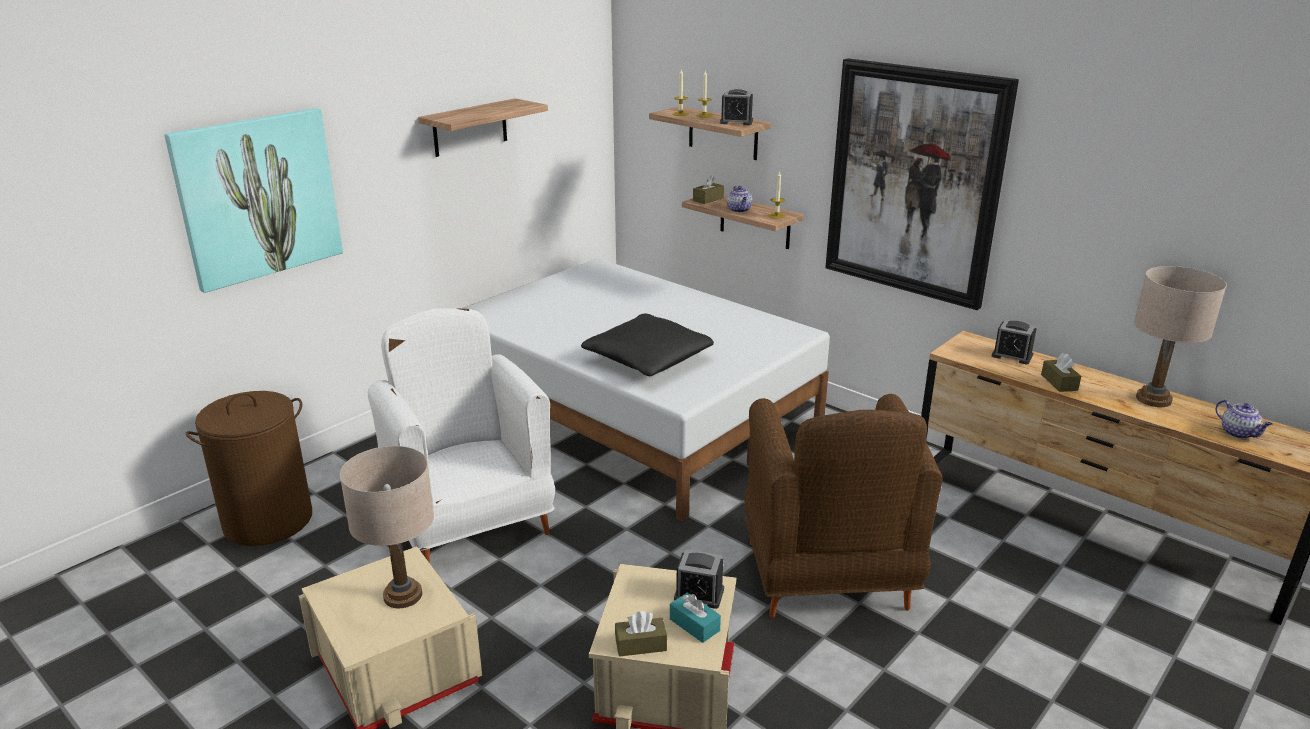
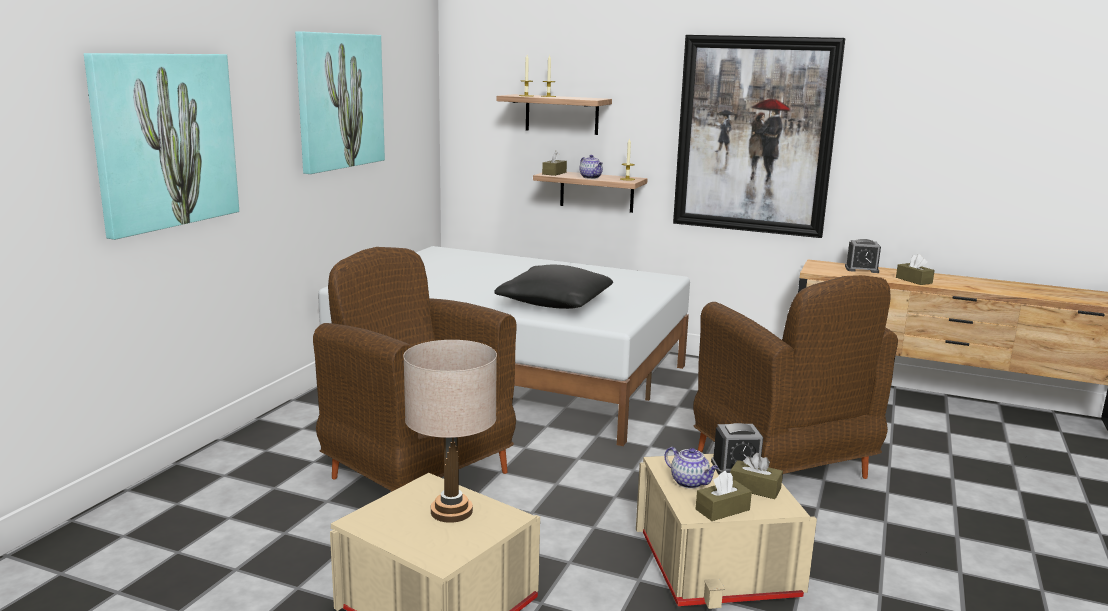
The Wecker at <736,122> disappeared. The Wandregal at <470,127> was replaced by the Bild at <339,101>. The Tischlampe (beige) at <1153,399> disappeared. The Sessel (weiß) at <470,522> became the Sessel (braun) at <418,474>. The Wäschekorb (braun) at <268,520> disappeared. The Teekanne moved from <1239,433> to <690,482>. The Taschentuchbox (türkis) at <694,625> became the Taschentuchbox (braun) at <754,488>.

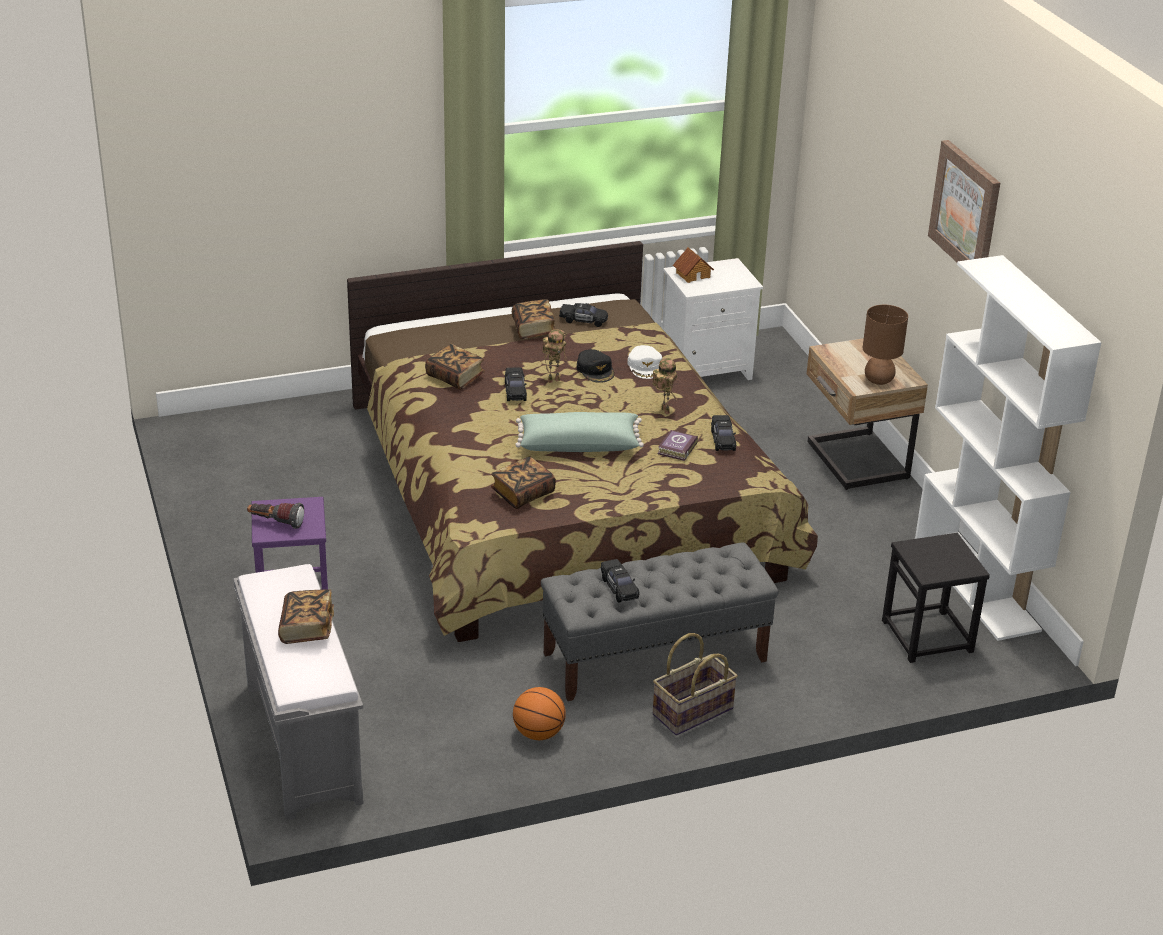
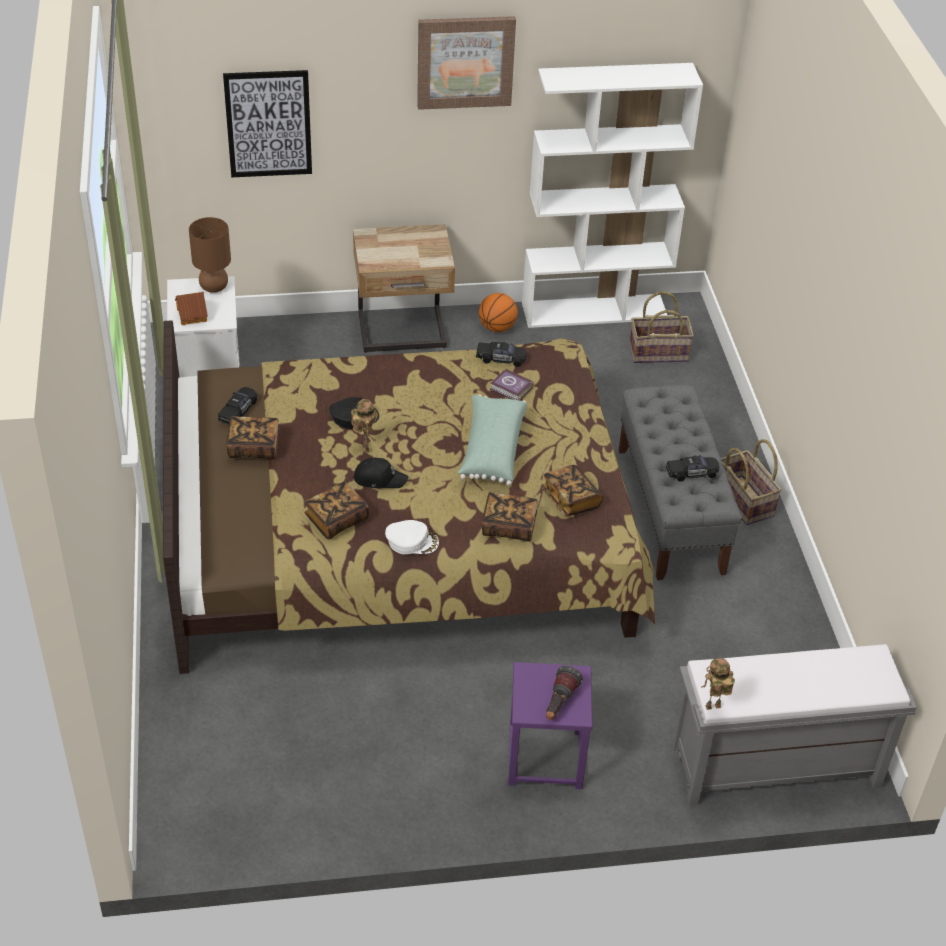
The Tischlampe (braun) moved from <878,380> to <213,287>. The Kappe (weiß) moved from <645,366> to <412,541>. The Spielzeugroboter moved from <663,410> to <712,708>. The Spielzeugauto (schwarz) at <515,391> was replaced by the Kappe (schwarz) at <379,478>. The Hocker (schwarz) at <928,636> was replaced by the Korb at <658,352>. The Buch moved from <307,628> to <509,526>. The Basketball moved from <538,733> to <497,328>. The Bild at <268,124> appeared.

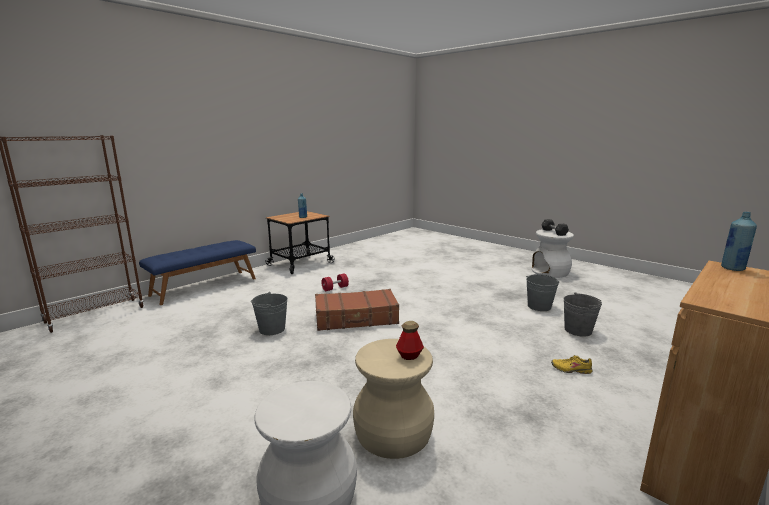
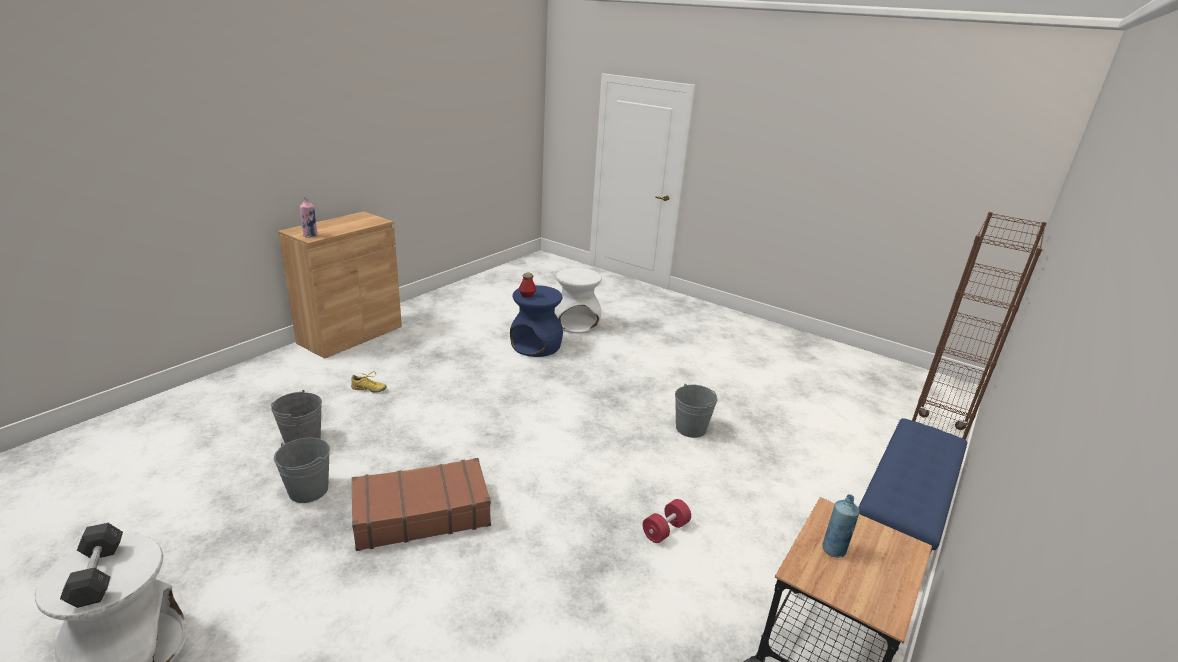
The Flasche (blau) at <732,268> became the Flasche (rosa) at <310,236>. The Koffer (braun) moved from <356,318> to <421,514>. The Hocker (beige) at <392,433> became the Hocker (blau) at <536,346>.

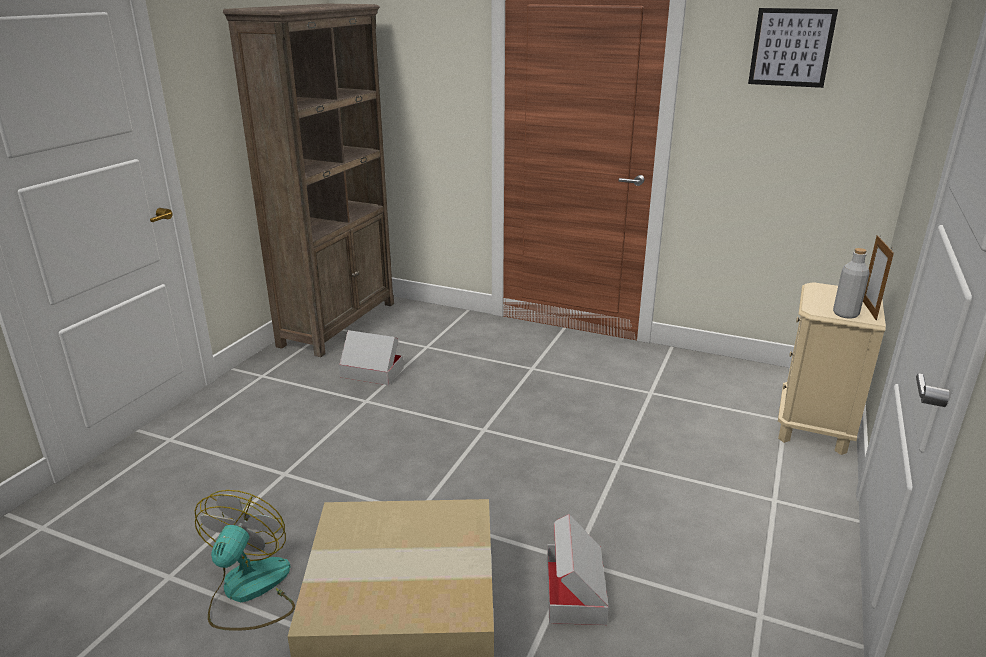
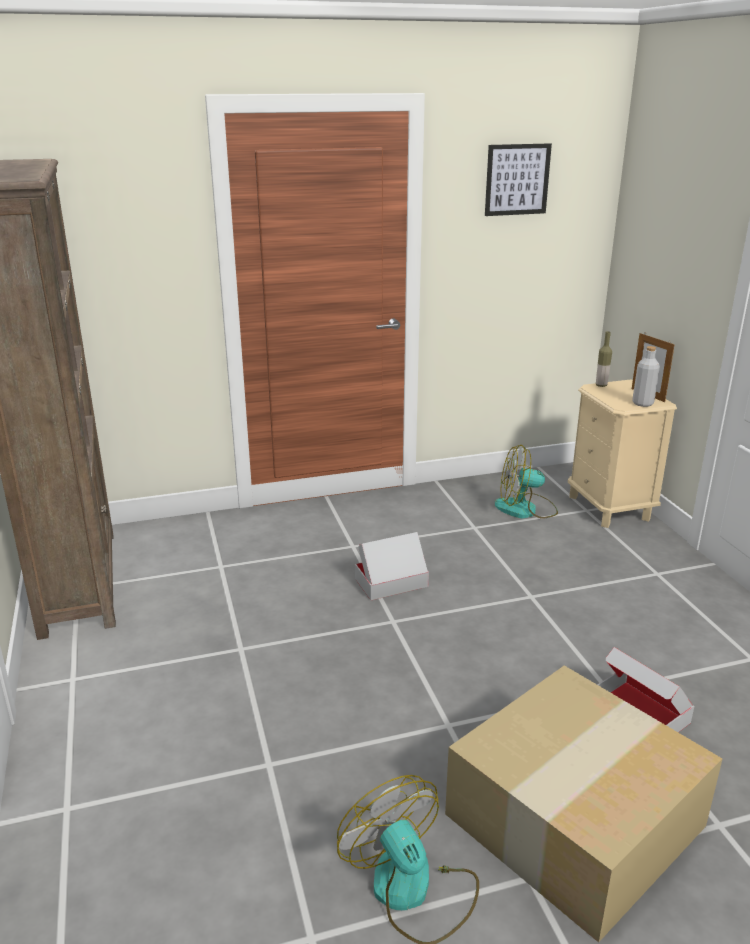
The Karton moved from <371,372> to <391,582>. The Flasche at <601,385> appeared. The Ventilator at <525,509> appeared.

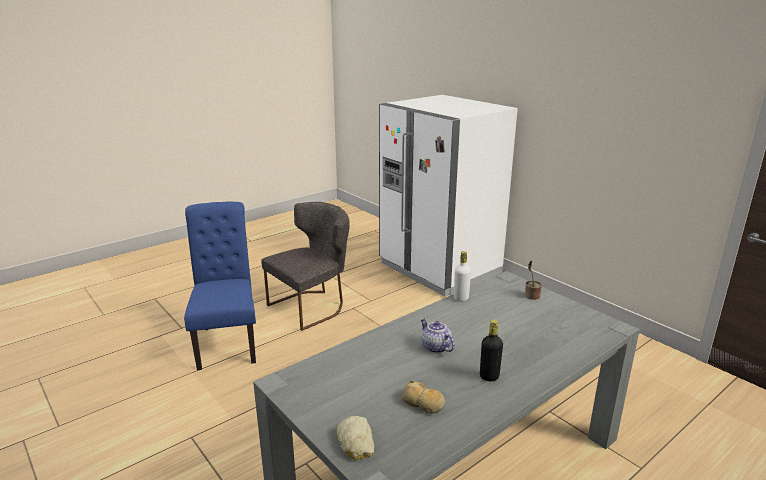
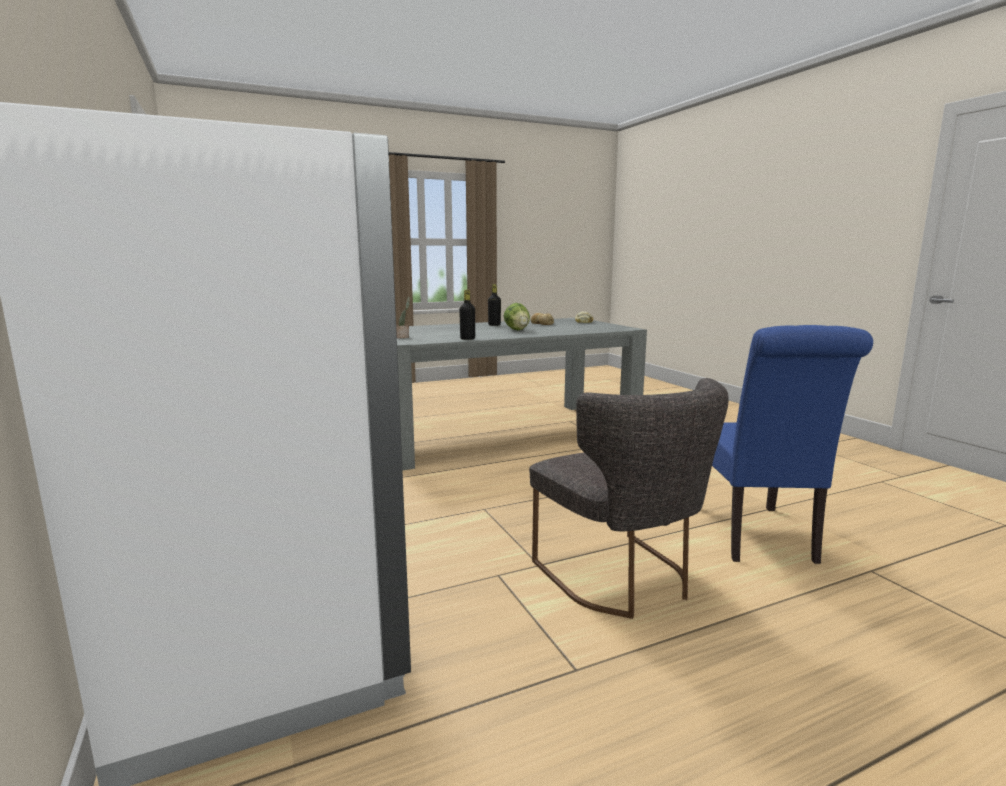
The Stuhl (grau) at <312,306> turned 90 degrees counterclockwise. The Flasche (weiß) at <461,298> became the Flasche (schwarz) at <467,339>. The Teekanne at <435,347> was replaced by the Salatkopf at <517,330>.

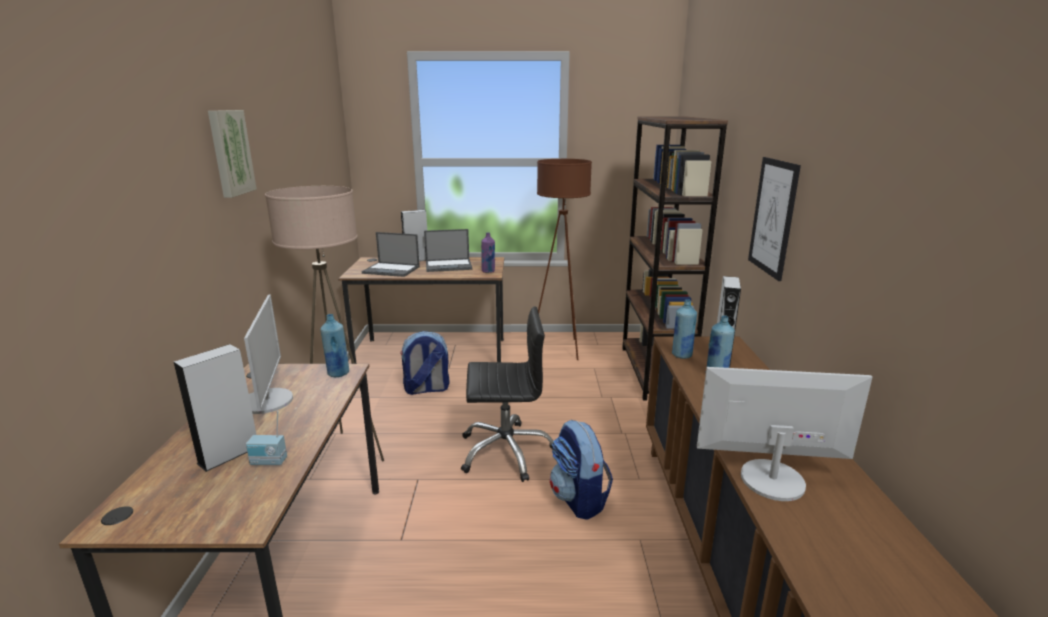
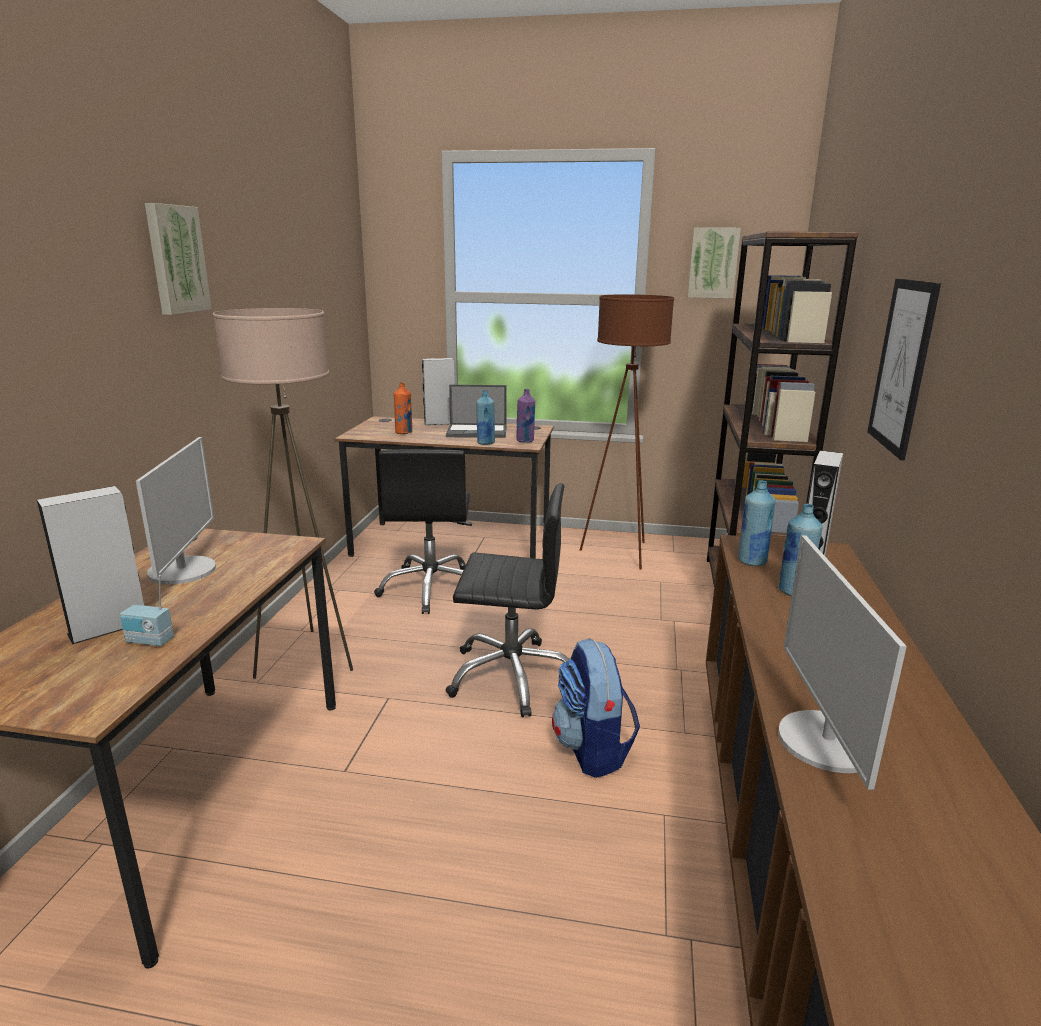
The Laptop at <392,270> was replaced by the Flasche (orange) at <404,432>. The Flasche (blau) moved from <338,373> to <485,443>. The Rucksack at <426,389> was replaced by the Bürostuhl (schwarz) at <431,588>. The Monitor at <771,479> turned 105 degrees counterclockwise. The Bild at <713,263> appeared.

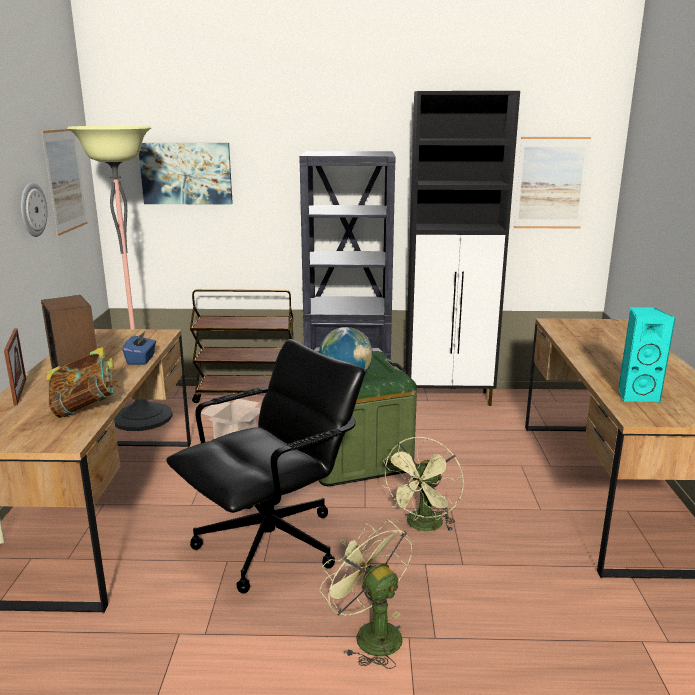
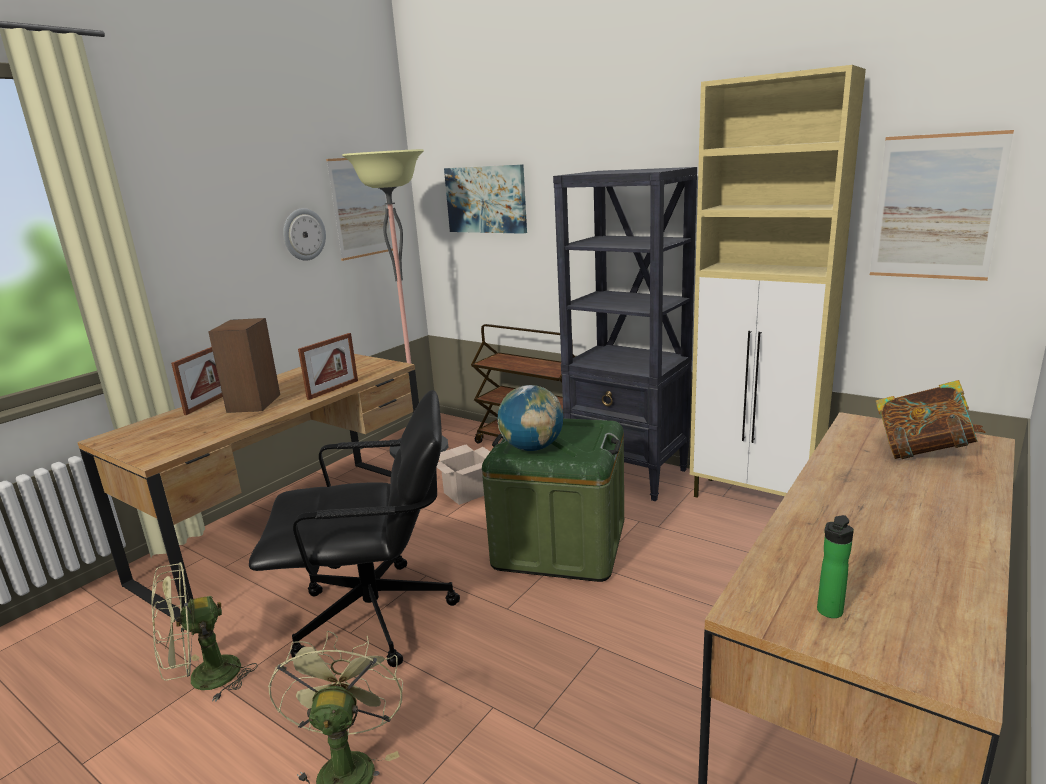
The Schrank (schwarz) at <449,398> became the Schrank (beige) at <755,500>. The Lautsprecher (türkis) at <636,395> disappeared. The Taschentuchbox (blau) at <141,360> was replaced by the Bilderrahmen at <333,390>. The Buch moved from <85,408> to <922,452>. The Ventilator (grün) moved from <423,526> to <203,680>. The Flasche at <828,613> appeared.

